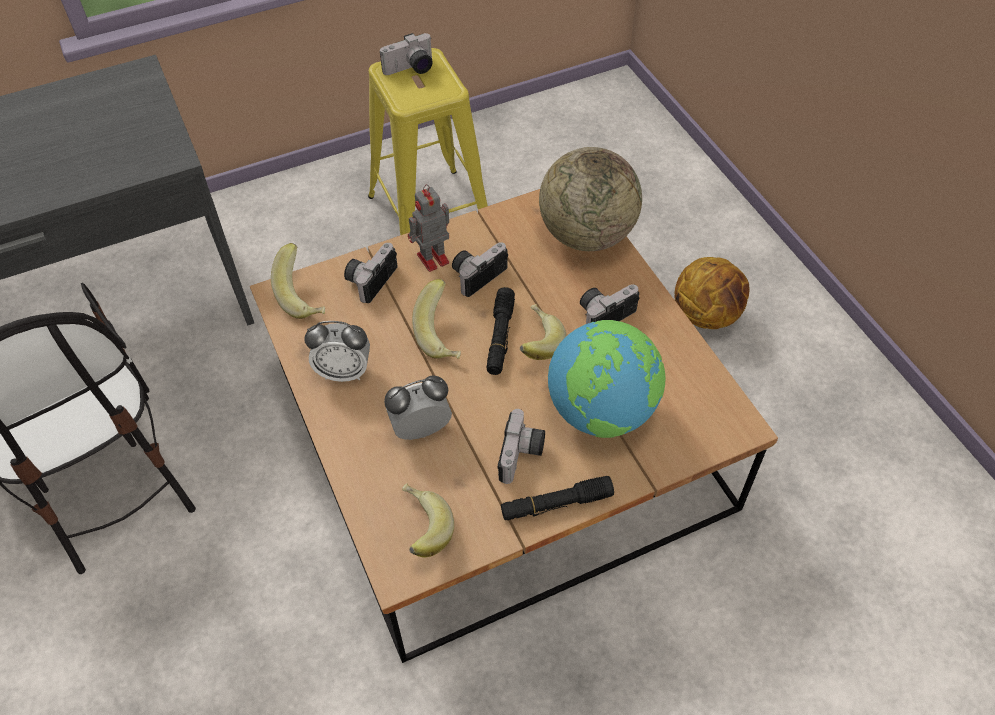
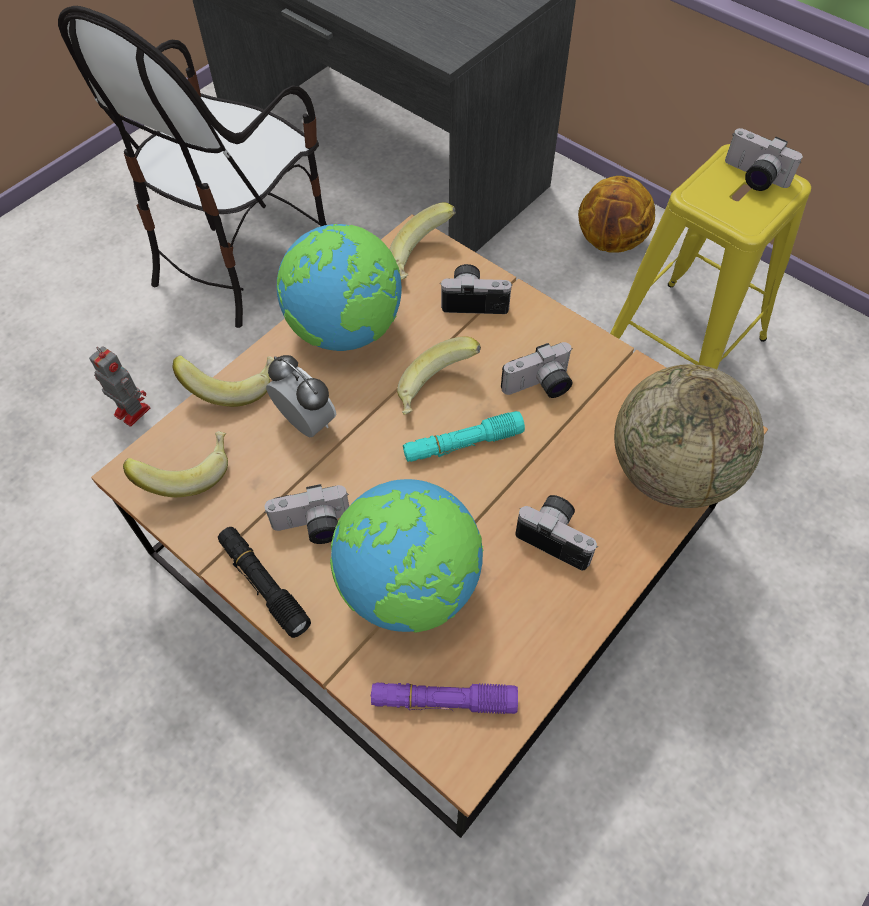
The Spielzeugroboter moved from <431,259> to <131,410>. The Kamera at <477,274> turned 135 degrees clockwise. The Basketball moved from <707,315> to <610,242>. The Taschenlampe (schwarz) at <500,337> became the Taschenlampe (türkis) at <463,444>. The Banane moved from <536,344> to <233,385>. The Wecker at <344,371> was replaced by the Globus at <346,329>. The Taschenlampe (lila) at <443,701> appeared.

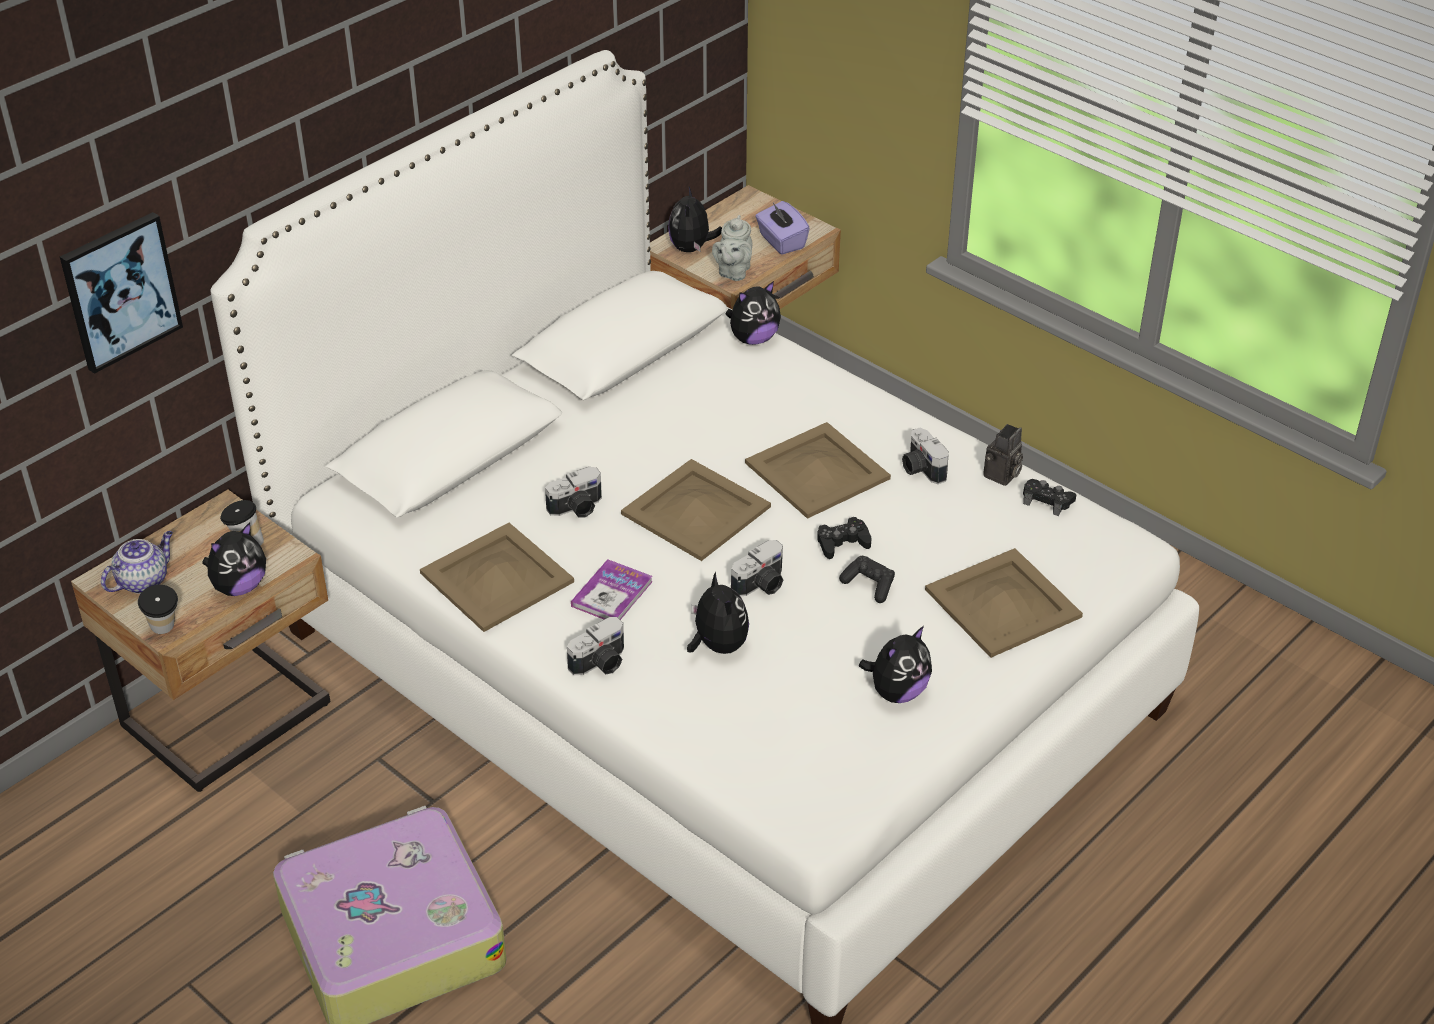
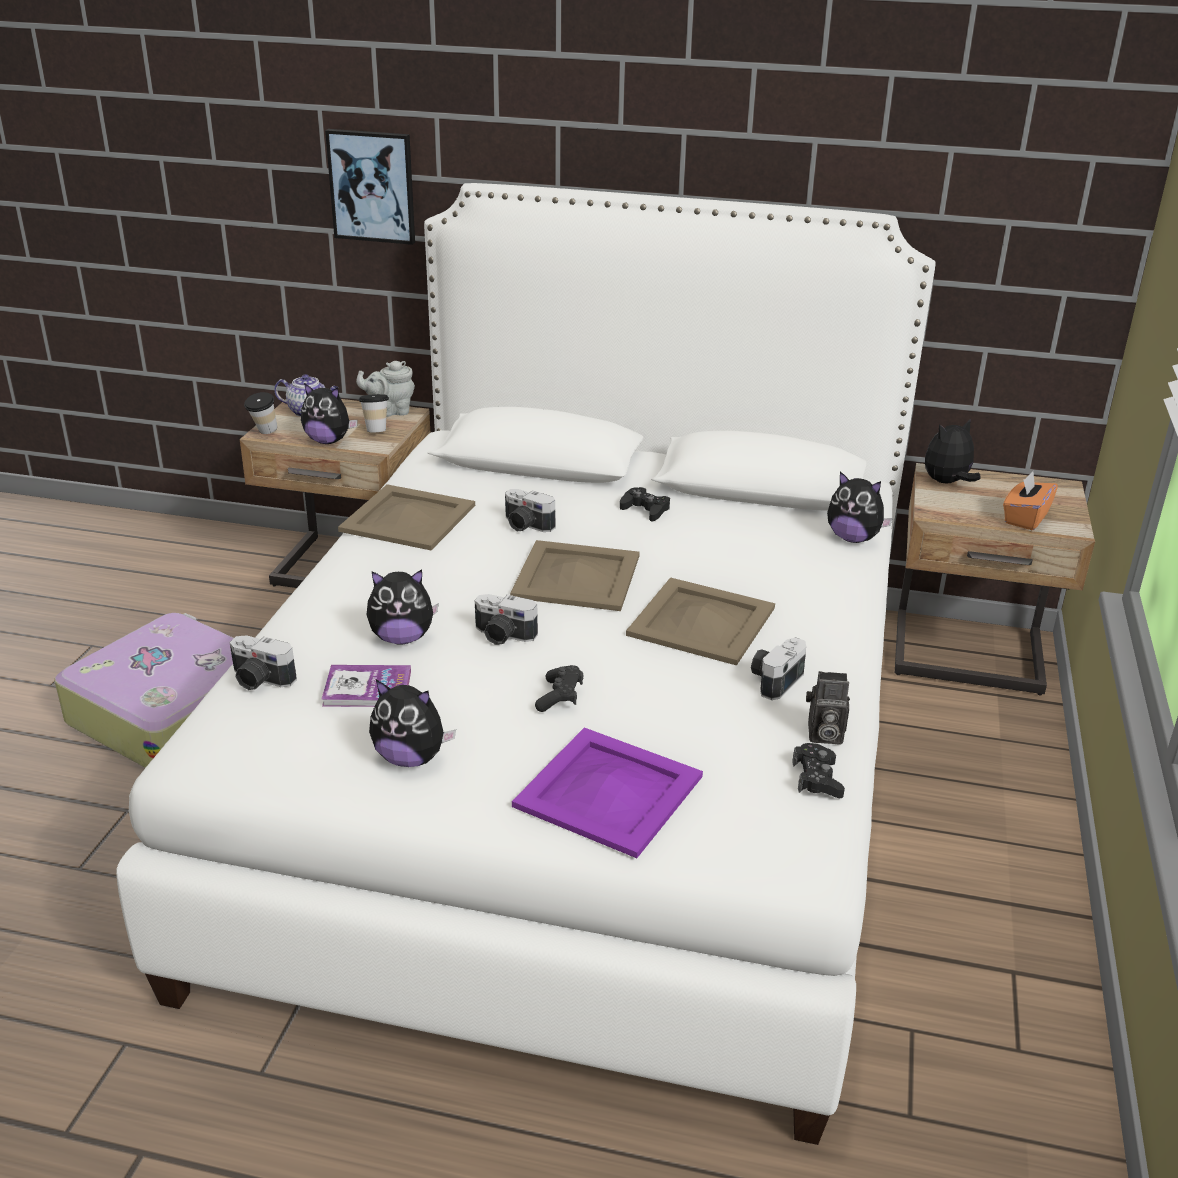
The Taschentuchbox (lila) at <781,242> became the Taschentuchbox (orange) at <1025,518>. The Teekanne (grau) moved from <733,272> to <390,411>. The Gamepad (schwarz) moved from <842,543> to <645,510>. The Tablett (beige) at <1002,604> became the Tablett (lila) at <606,792>. The Buch moved from <612,594> to <367,688>. The Plüschtier at <717,645> turned 45 degrees clockwise. The Kamera moved from <601,663> to <259,680>.

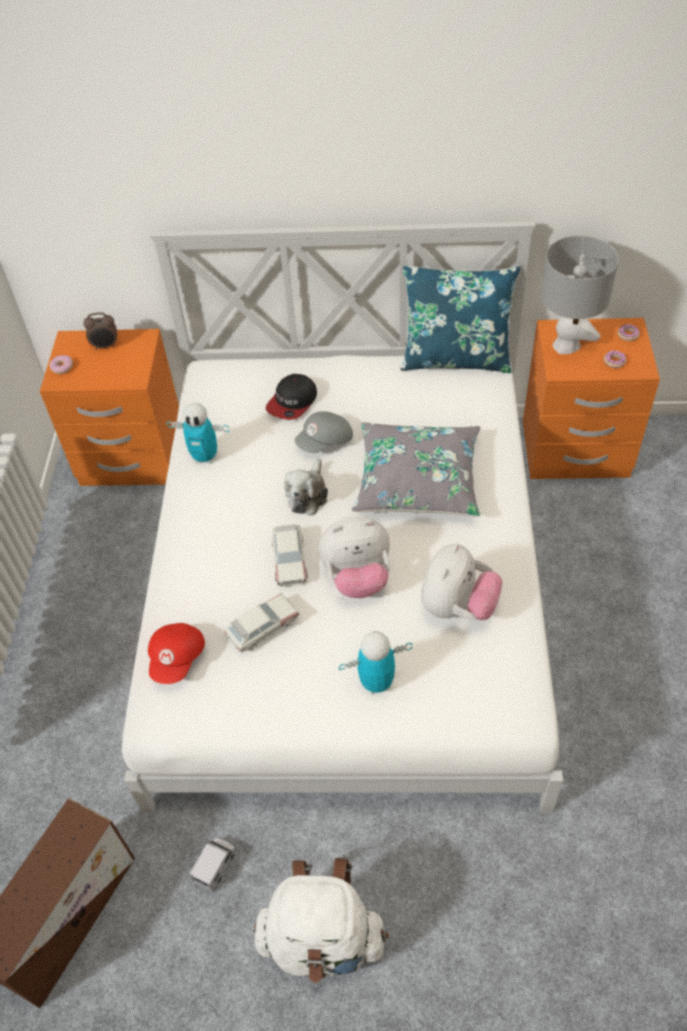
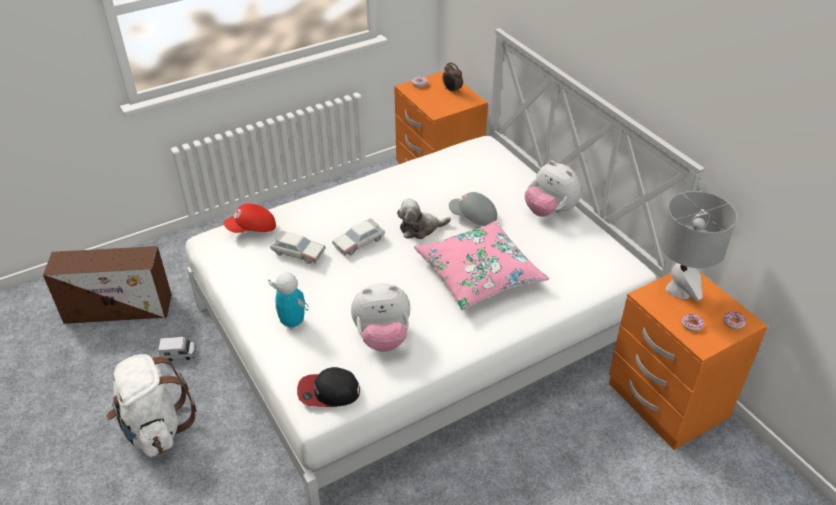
The Kissen (blau) at <456,358> disappeared. The Kappe moved from <292,402> to <328,392>. The Spielzeugroboter at <205,457> disappeared. The Kissen (grau) at <417,480> became the Kissen (rosa) at <479,274>. The Plüschtier moved from <357,577> to <550,211>.

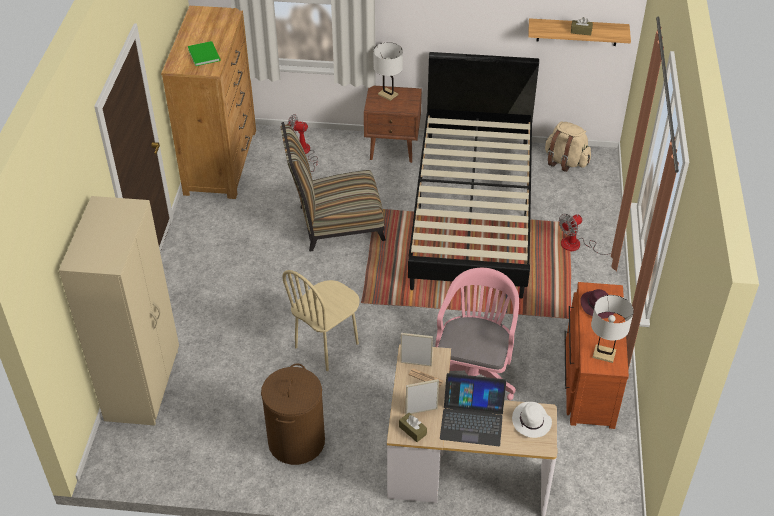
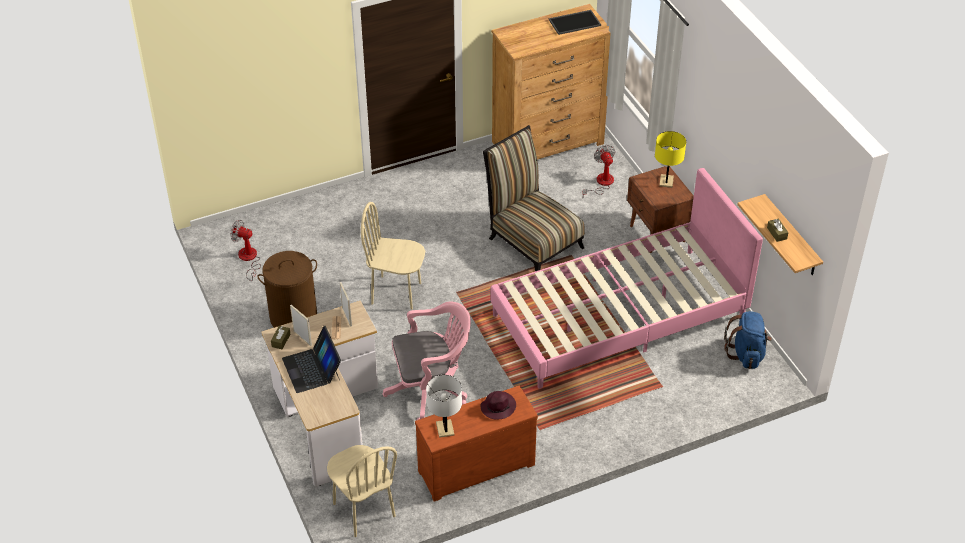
The Buch (grün) at <204,54> disappeared. The Tischlampe (weiß) at <388,94> became the Tischlampe (gelb) at <666,181>. The Bett (schwarz) at <472,212> became the Bett (rosa) at <619,317>. The Rucksack (beige) at <565,161> became the Rucksack (blau) at <746,354>. The Kleiderschrank (beige) at <144,384> disappeared. The Ventilator moved from <578,246> to <248,259>. The Hut (weiß) at <531,422> disappeared. The Tablett at <575,22> appeared. The Stuhl (beige) at <363,510> appeared.

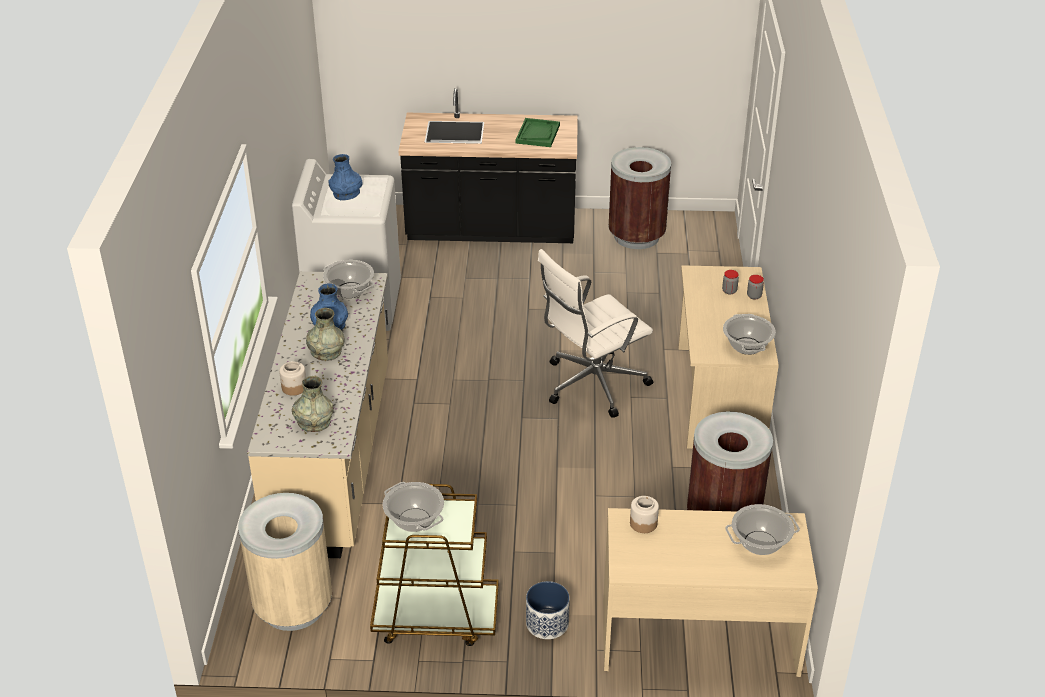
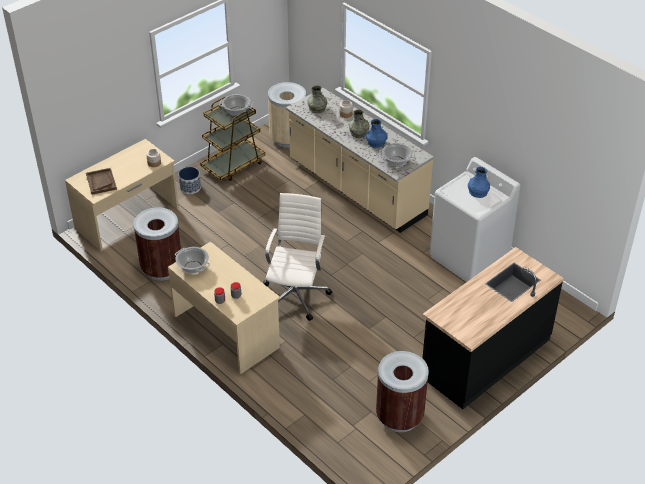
The Tablett (grün) at <537,134> disappeared. The Kochtopf at <760,543> was replaced by the Tablett (braun) at <101,182>.

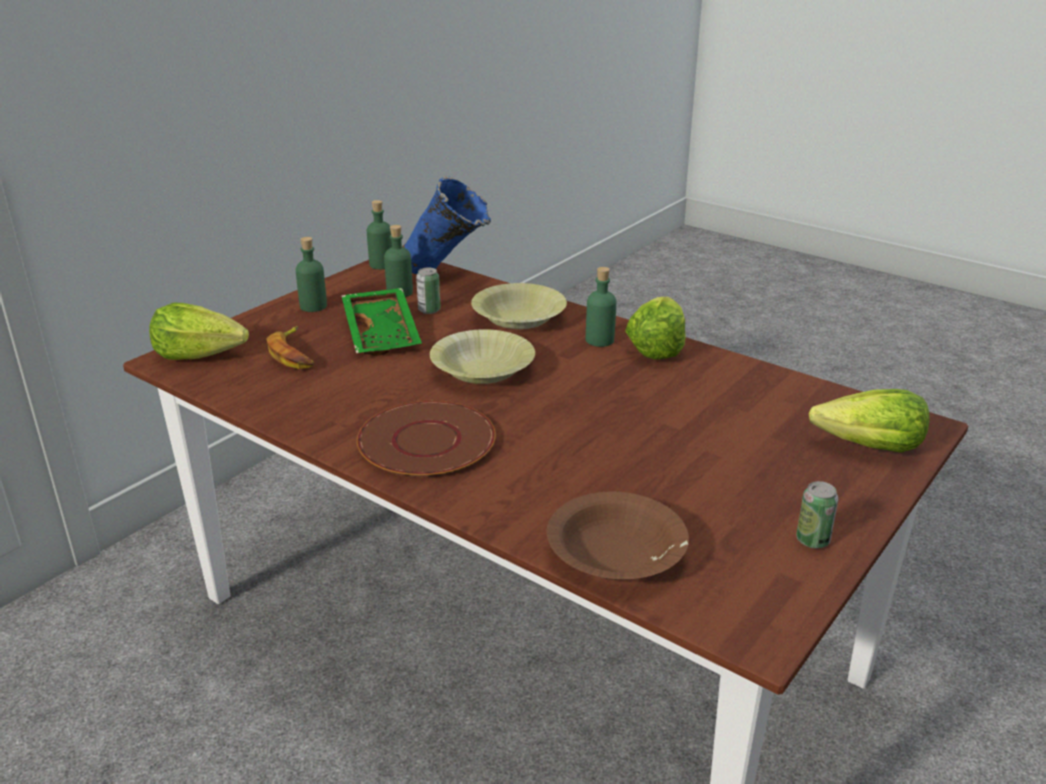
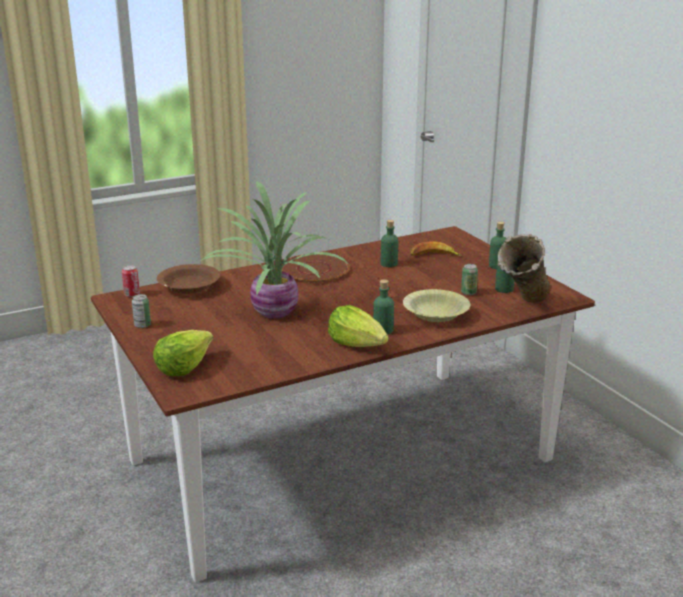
The Vase (blau) at <448,277> became the Vase (beige) at <522,306>. The Flasche (grün) moved from <381,264> to <389,264>. The Tablett (grün) at <383,333> disappeared. The Salatkopf at <200,354> disappeared. The Schüssel (gelb) at <483,370> disappeared. The Topfpflanze at <273,313> appeared. The Dose at <132,294> appeared.

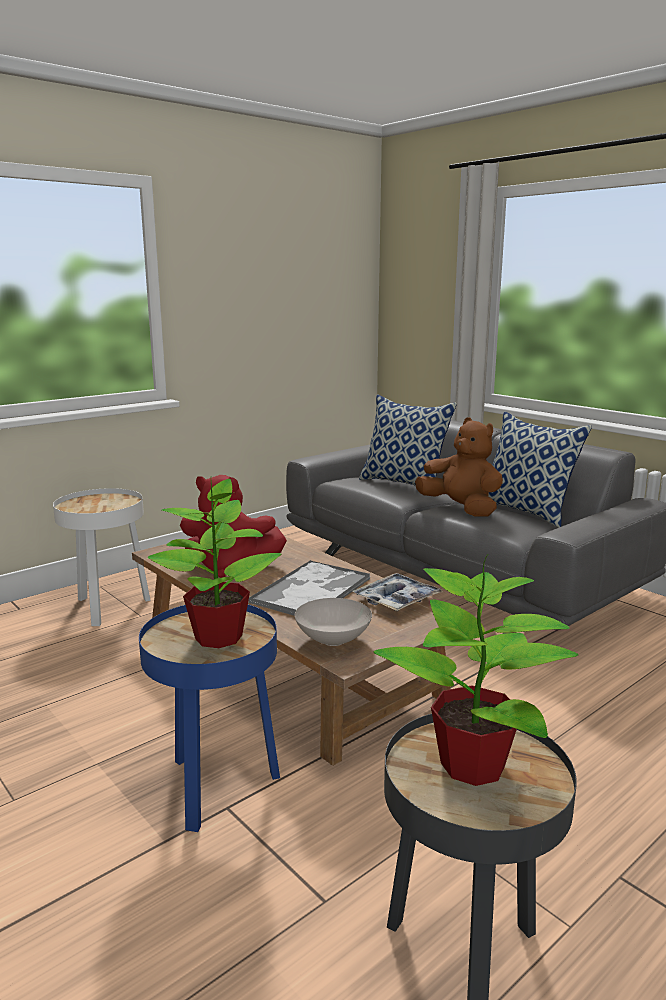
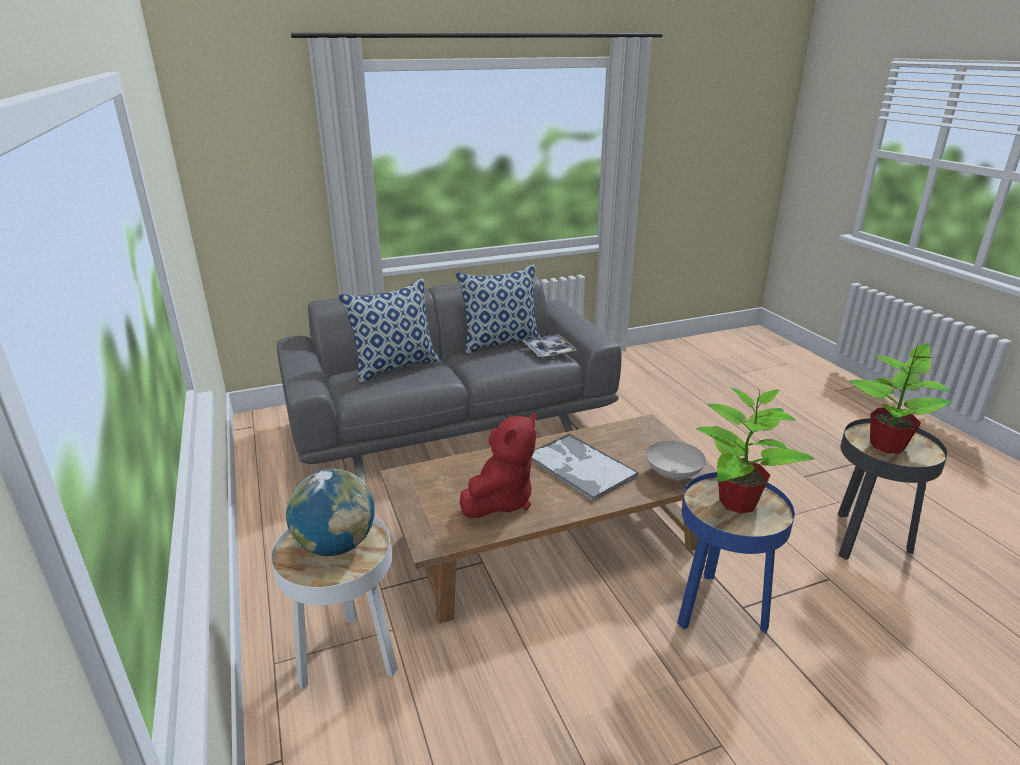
The Plüschtier (braun) at <461,509> disappeared. The Tablett moved from <396,600> to <549,351>. The Globus at <336,545> appeared.

